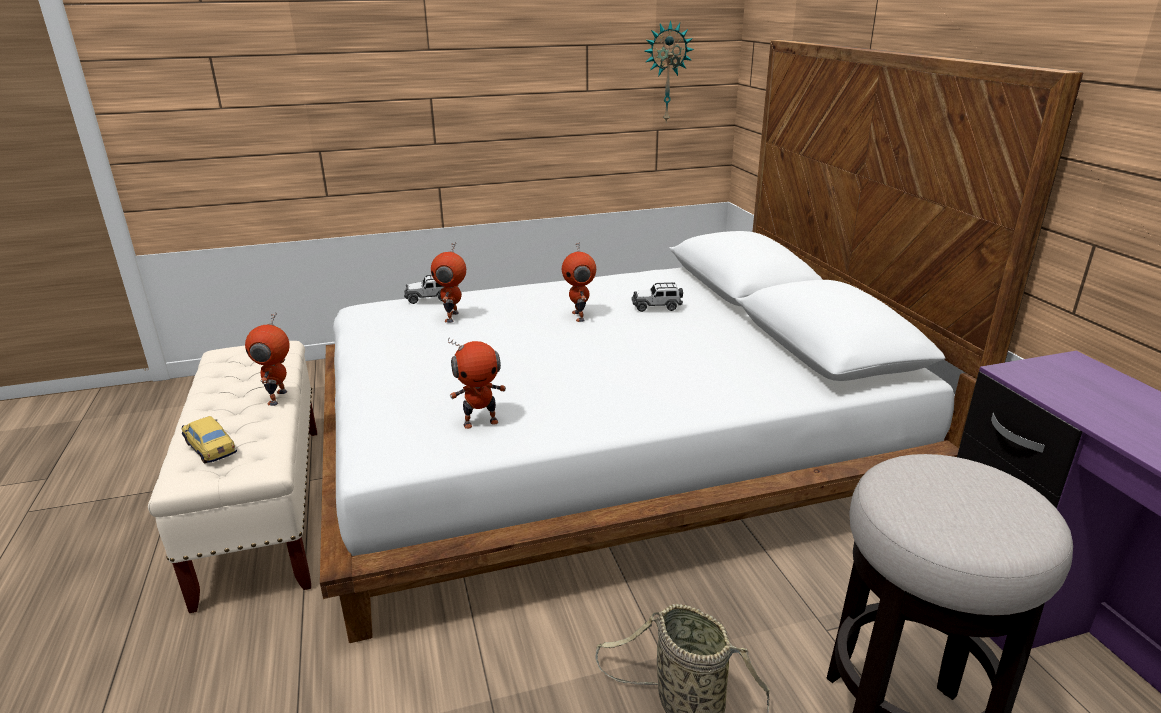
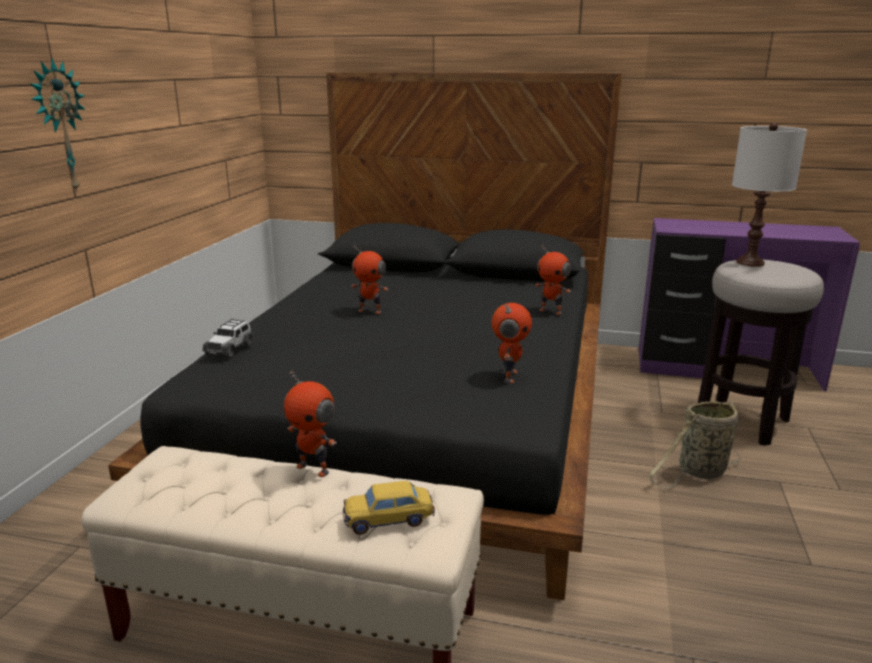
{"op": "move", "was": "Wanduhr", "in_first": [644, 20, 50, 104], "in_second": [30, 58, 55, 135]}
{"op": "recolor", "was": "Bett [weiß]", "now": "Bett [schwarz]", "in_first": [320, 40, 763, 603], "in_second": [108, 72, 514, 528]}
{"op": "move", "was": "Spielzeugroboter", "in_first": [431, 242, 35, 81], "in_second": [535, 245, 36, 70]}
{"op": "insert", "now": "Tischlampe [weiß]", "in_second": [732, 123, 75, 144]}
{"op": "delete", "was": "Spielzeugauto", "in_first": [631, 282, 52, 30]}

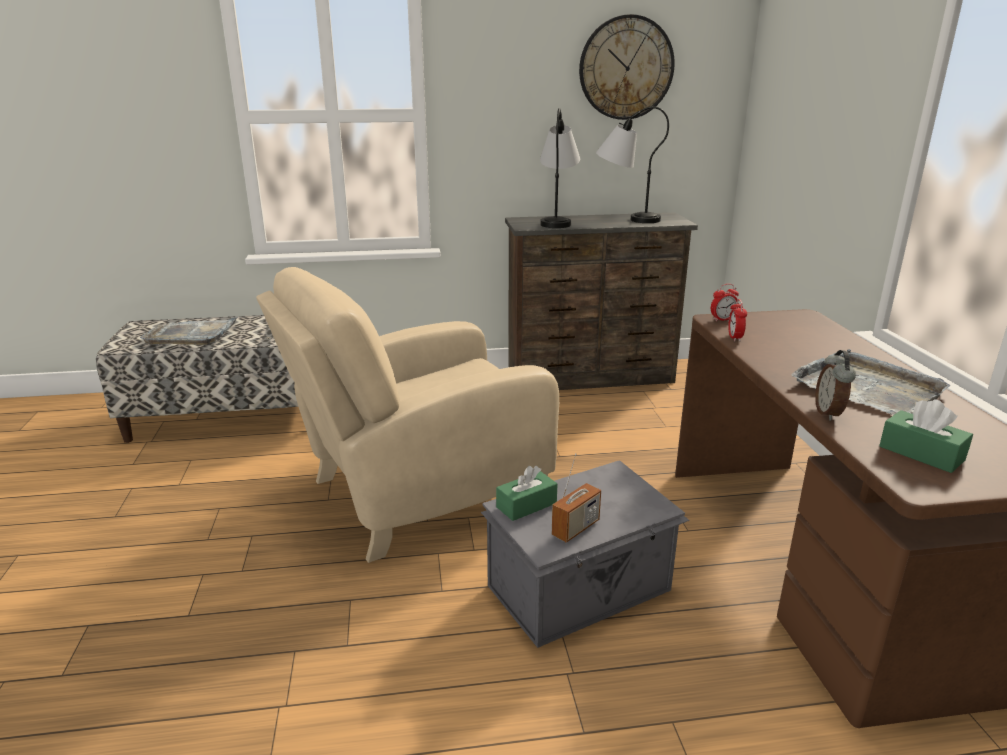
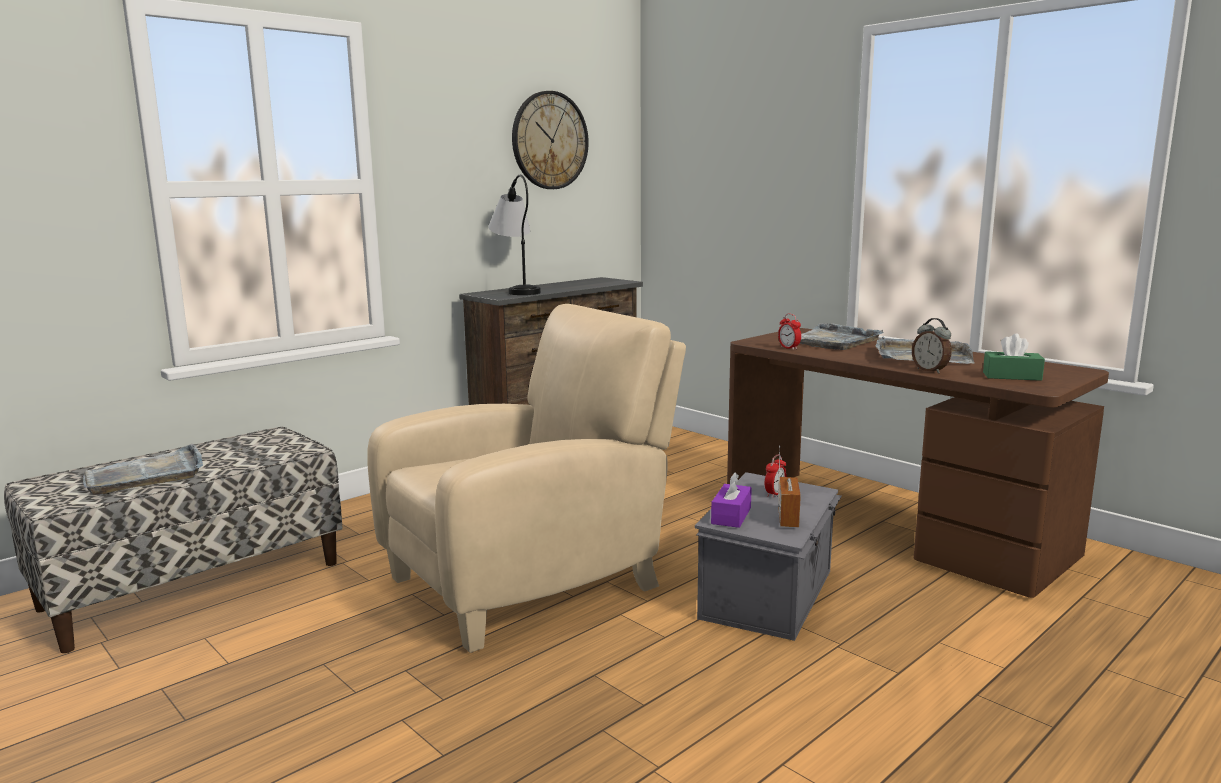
{"op": "rotate", "was": "Sessel [beige]", "in_first": [256, 267, 303, 296], "in_second": [368, 304, 318, 349], "clockwise": -150}
{"op": "recolor", "was": "Taschentuchbox [grün]", "now": "Taschentuchbox [lila]", "in_first": [496, 466, 62, 55], "in_second": [711, 473, 41, 55]}
{"op": "move", "was": "Wecker", "in_first": [711, 284, 28, 37], "in_second": [765, 454, 21, 44]}
{"op": "insert", "now": "Tablett [grau]", "in_second": [800, 323, 84, 27]}
{"op": "delete", "was": "Tischlampe", "in_first": [596, 106, 73, 117]}

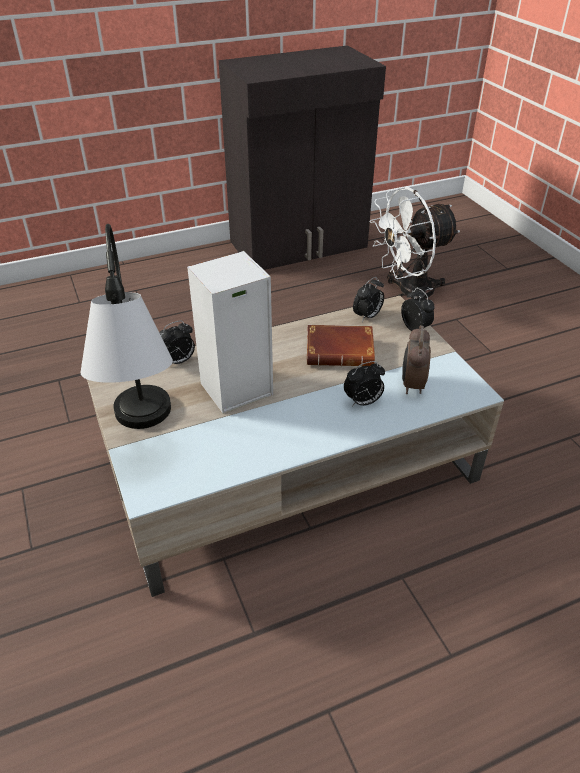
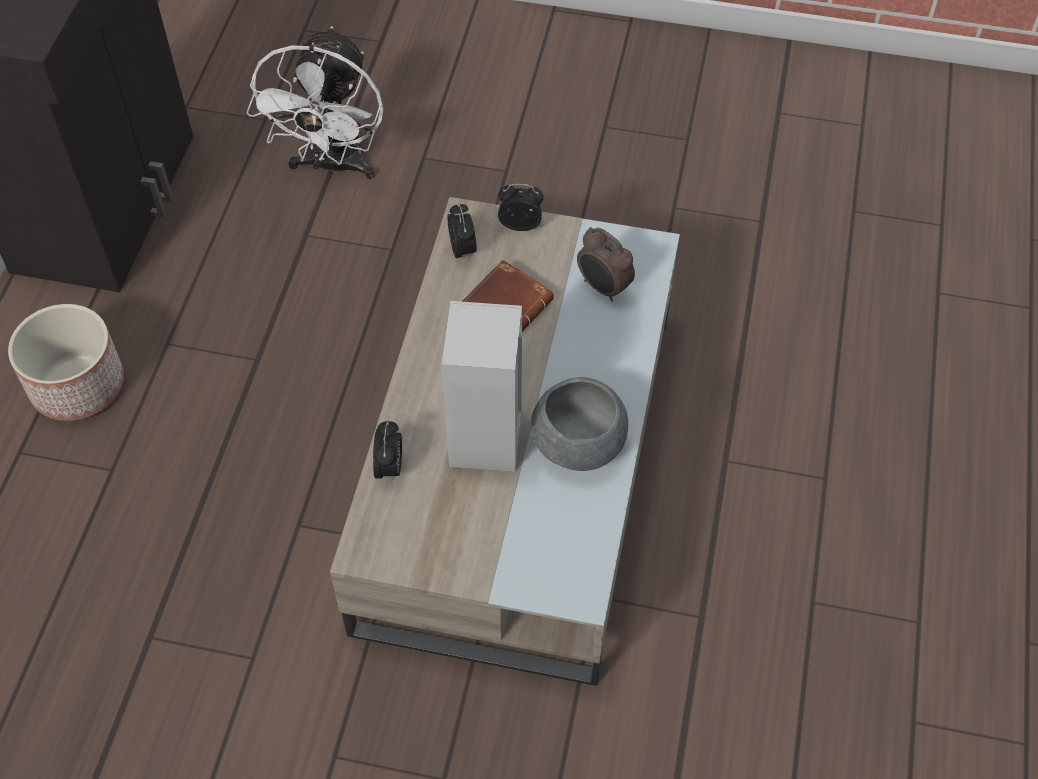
{"op": "insert", "now": "Pflanzkübel", "in_second": [8, 304, 116, 117]}
{"op": "insert", "now": "Schüssel [grau]", "in_second": [531, 377, 97, 94]}
{"op": "delete", "was": "Tischlampe", "in_first": [81, 224, 92, 205]}
{"op": "delete", "was": "Wecker", "in_first": [344, 361, 41, 46]}

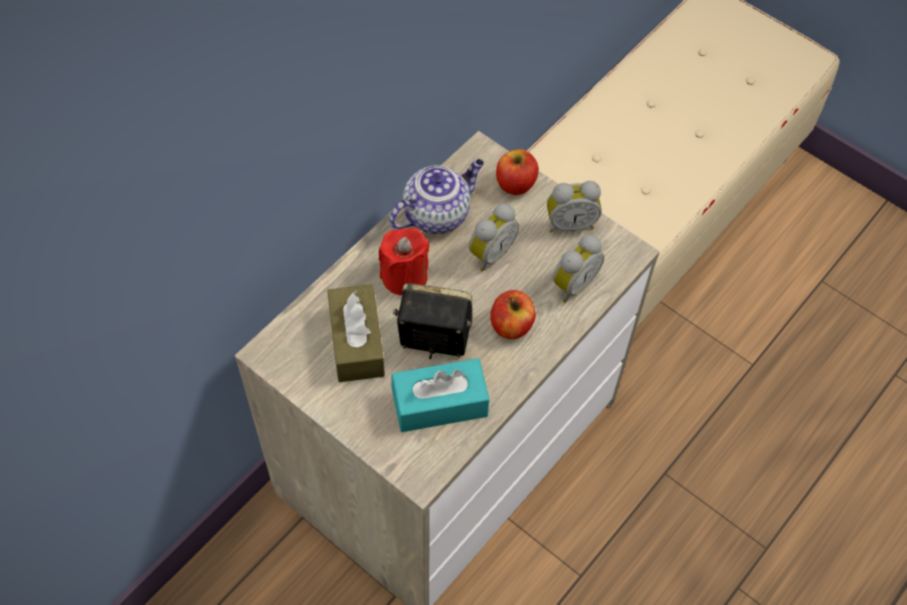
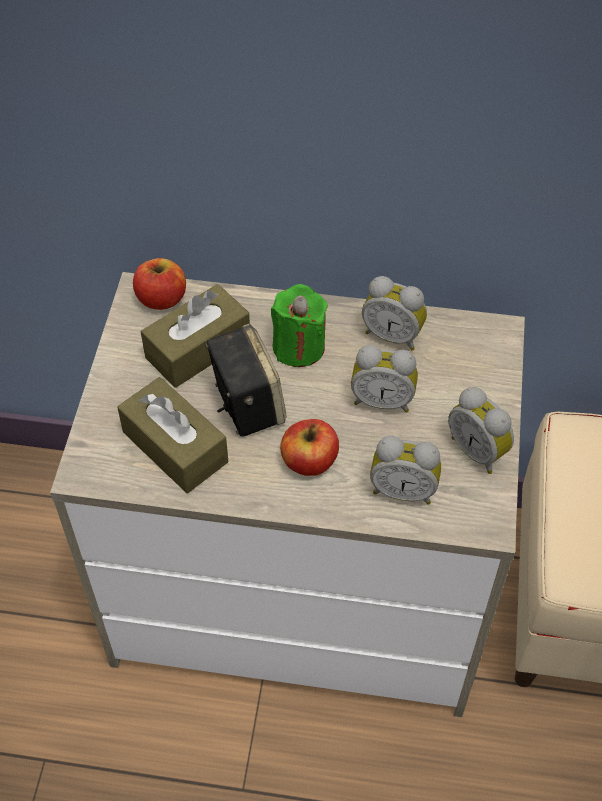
{"op": "recolor", "was": "Taschentuchbox [türkis]", "now": "Taschentuchbox [braun]", "in_first": [391, 358, 99, 74], "in_second": [117, 377, 111, 116]}
{"op": "move", "was": "Apfel", "in_first": [496, 149, 43, 46], "in_second": [133, 258, 53, 52]}
{"op": "recolor", "was": "Kerze [rot]", "now": "Kerze [grün]", "in_first": [379, 228, 51, 67], "in_second": [271, 284, 57, 83]}
{"op": "replace", "was": "Teekanne", "now": "Wecker", "in_first": [389, 159, 95, 75], "in_second": [362, 276, 65, 74]}

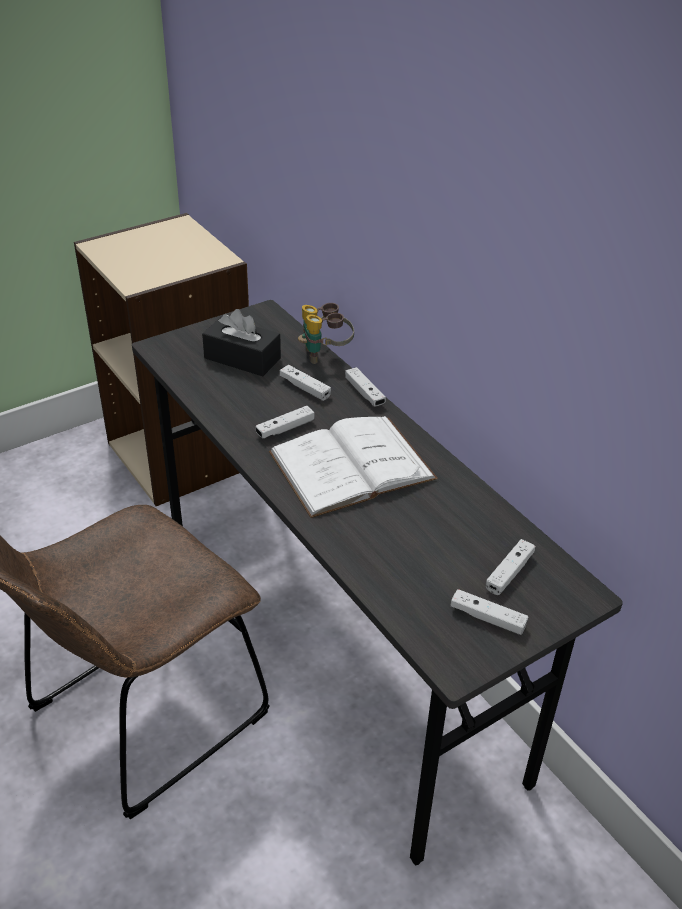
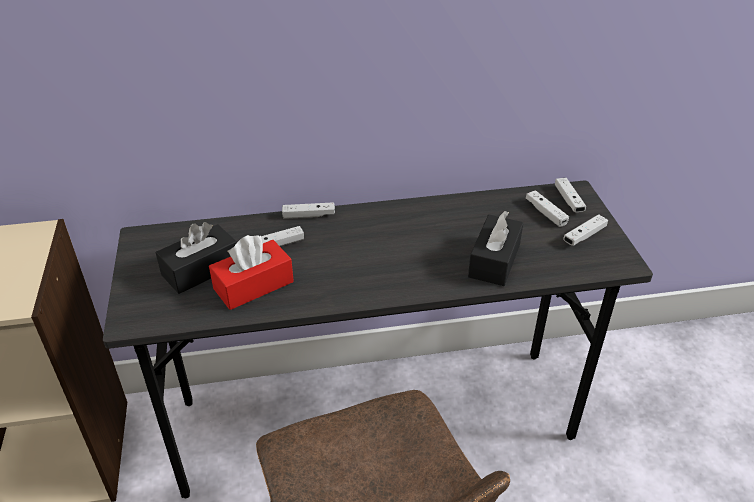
{"op": "insert", "now": "Taschentuchbox [rot]", "in_second": [209, 235, 85, 75]}
{"op": "insert", "now": "Taschentuchbox [schwarz]", "in_second": [468, 211, 55, 75]}
{"op": "move", "was": "Gamepad [weiß]", "in_first": [256, 406, 58, 33], "in_second": [555, 178, 31, 35]}
{"op": "delete", "was": "Buch [weiß]", "in_first": [269, 416, 169, 102]}
{"op": "delete", "was": "Fernglas", "in_first": [298, 303, 56, 61]}

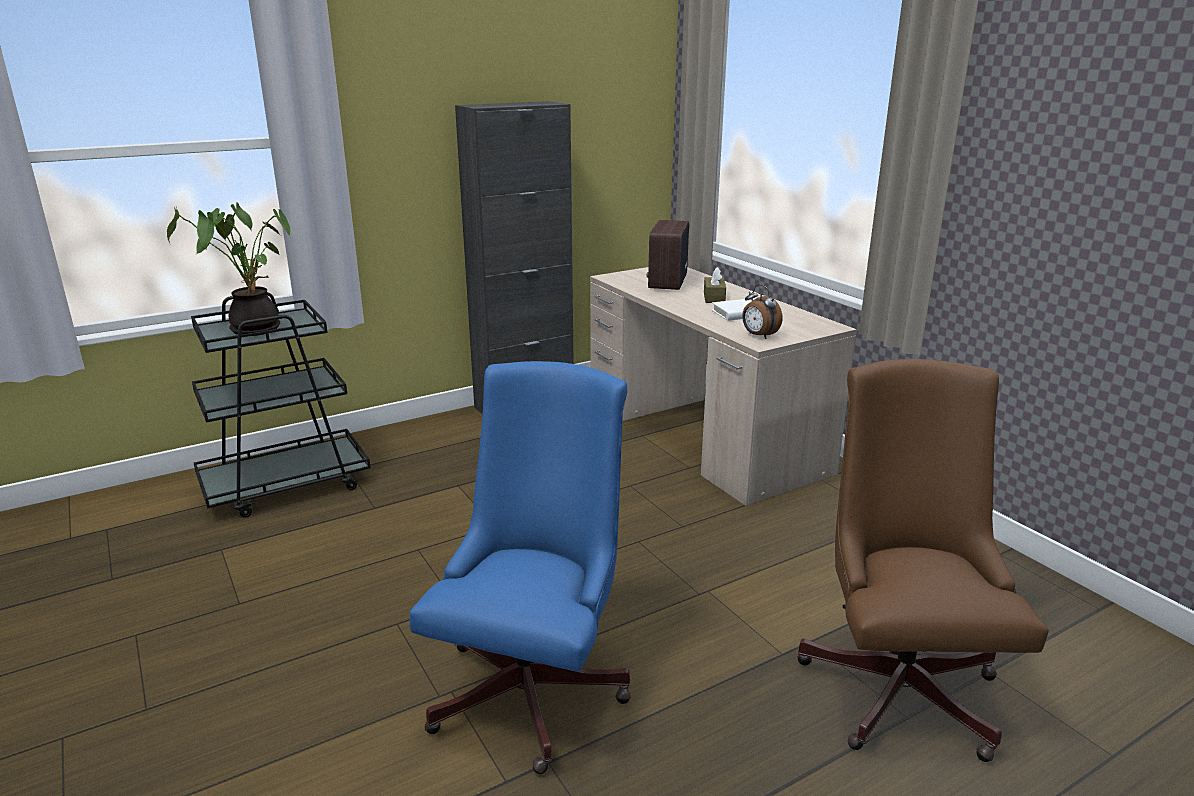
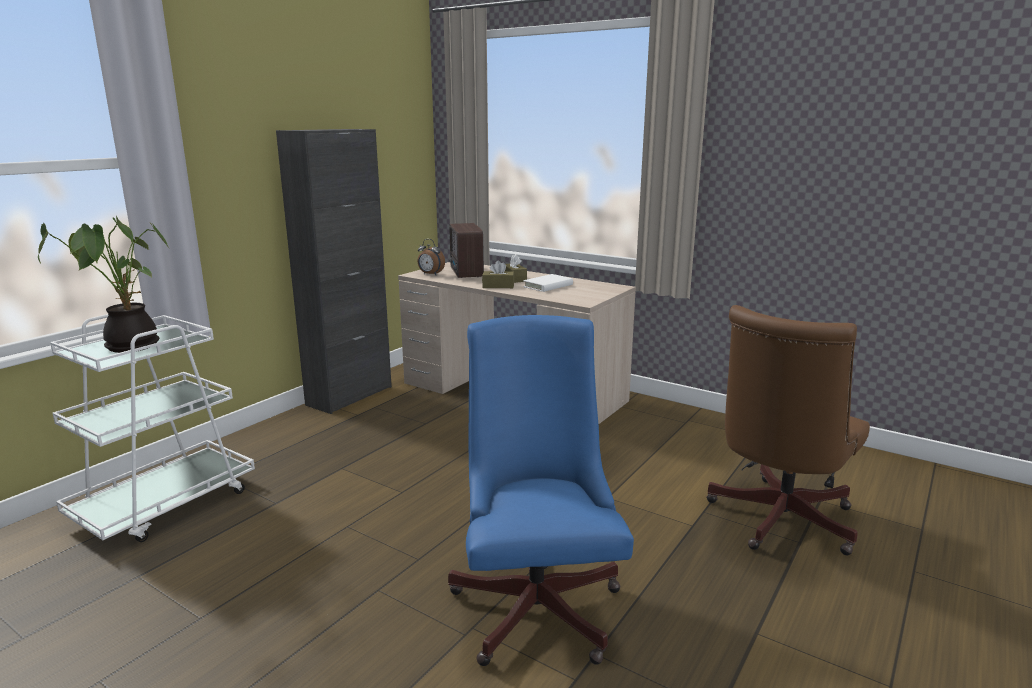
{"op": "recolor", "was": "Rollwagen [schwarz]", "now": "Rollwagen [weiß]", "in_first": [191, 292, 180, 226], "in_second": [50, 314, 205, 228]}
{"op": "move", "was": "Wecker", "in_first": [742, 284, 40, 55], "in_second": [417, 239, 28, 36]}
{"op": "insert", "now": "Taschentuchbox [braun]", "in_second": [482, 261, 32, 27]}
{"op": "rotate", "was": "Bürostuhl [braun]", "in_first": [797, 359, 252, 403], "in_second": [706, 305, 164, 250], "clockwise": -120}

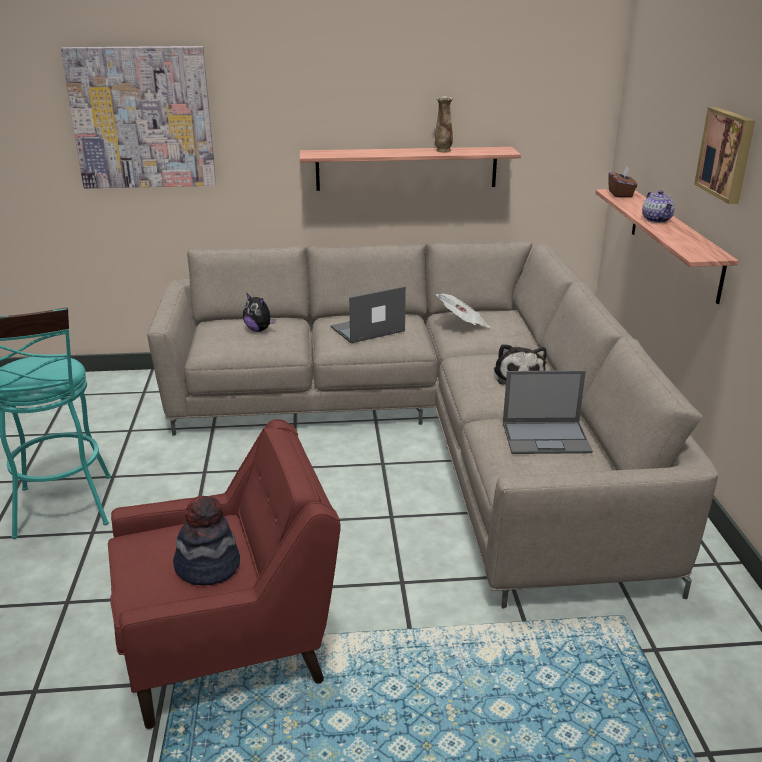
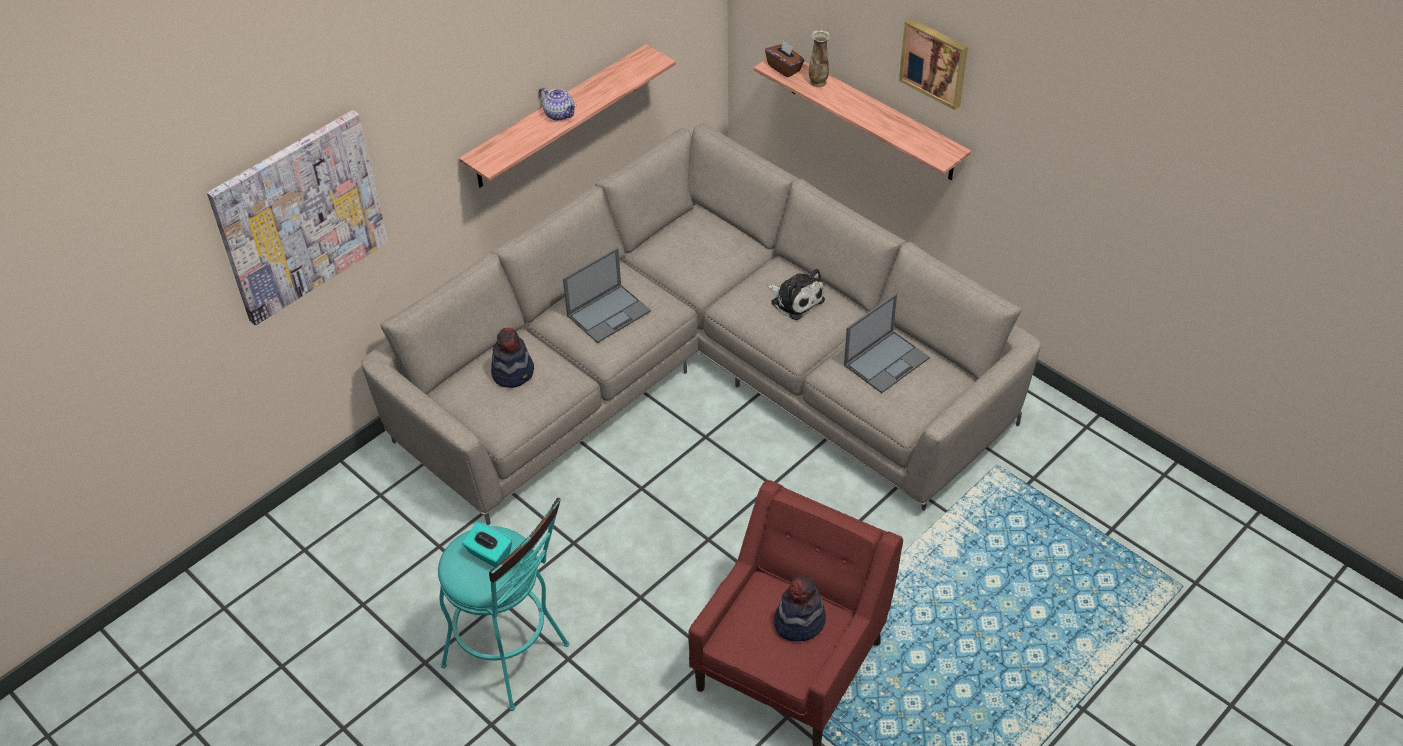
{"op": "insert", "now": "Taschentuchbox [türkis]", "in_second": [462, 522, 50, 45]}
{"op": "replace", "was": "Plüschtier", "now": "Hut", "in_first": [243, 294, 33, 38], "in_second": [491, 328, 43, 60]}
{"op": "move", "was": "Teekanne", "in_first": [642, 190, 33, 33], "in_second": [539, 87, 38, 34]}
{"op": "rotate", "was": "Laptop", "in_first": [331, 286, 75, 57], "in_second": [563, 248, 88, 95], "clockwise": -150}
{"op": "move", "was": "Vase", "in_first": [435, 96, 18, 56], "in_second": [809, 30, 21, 57]}
{"op": "delete", "was": "Zeitung", "in_first": [436, 294, 55, 34]}

